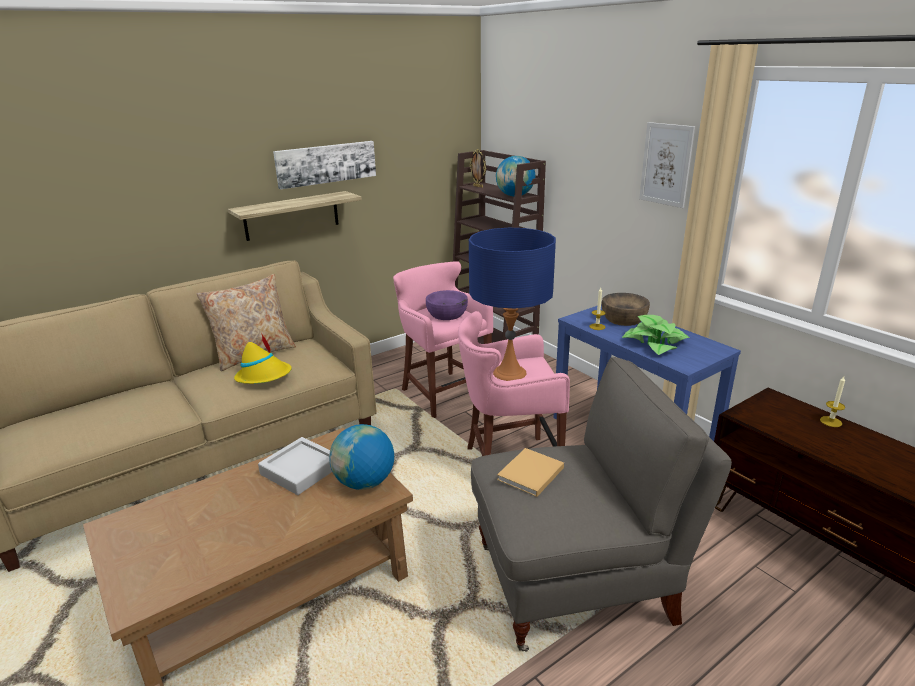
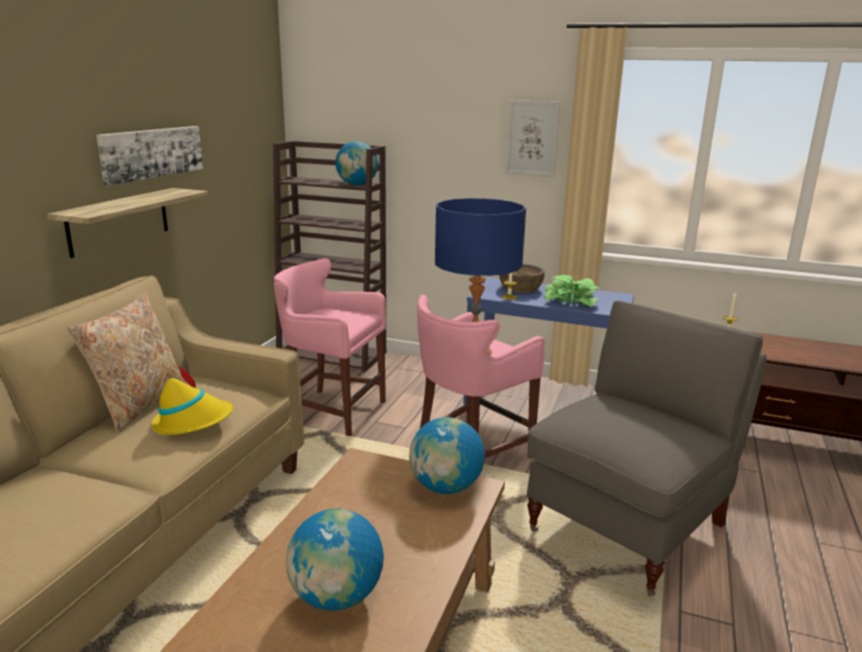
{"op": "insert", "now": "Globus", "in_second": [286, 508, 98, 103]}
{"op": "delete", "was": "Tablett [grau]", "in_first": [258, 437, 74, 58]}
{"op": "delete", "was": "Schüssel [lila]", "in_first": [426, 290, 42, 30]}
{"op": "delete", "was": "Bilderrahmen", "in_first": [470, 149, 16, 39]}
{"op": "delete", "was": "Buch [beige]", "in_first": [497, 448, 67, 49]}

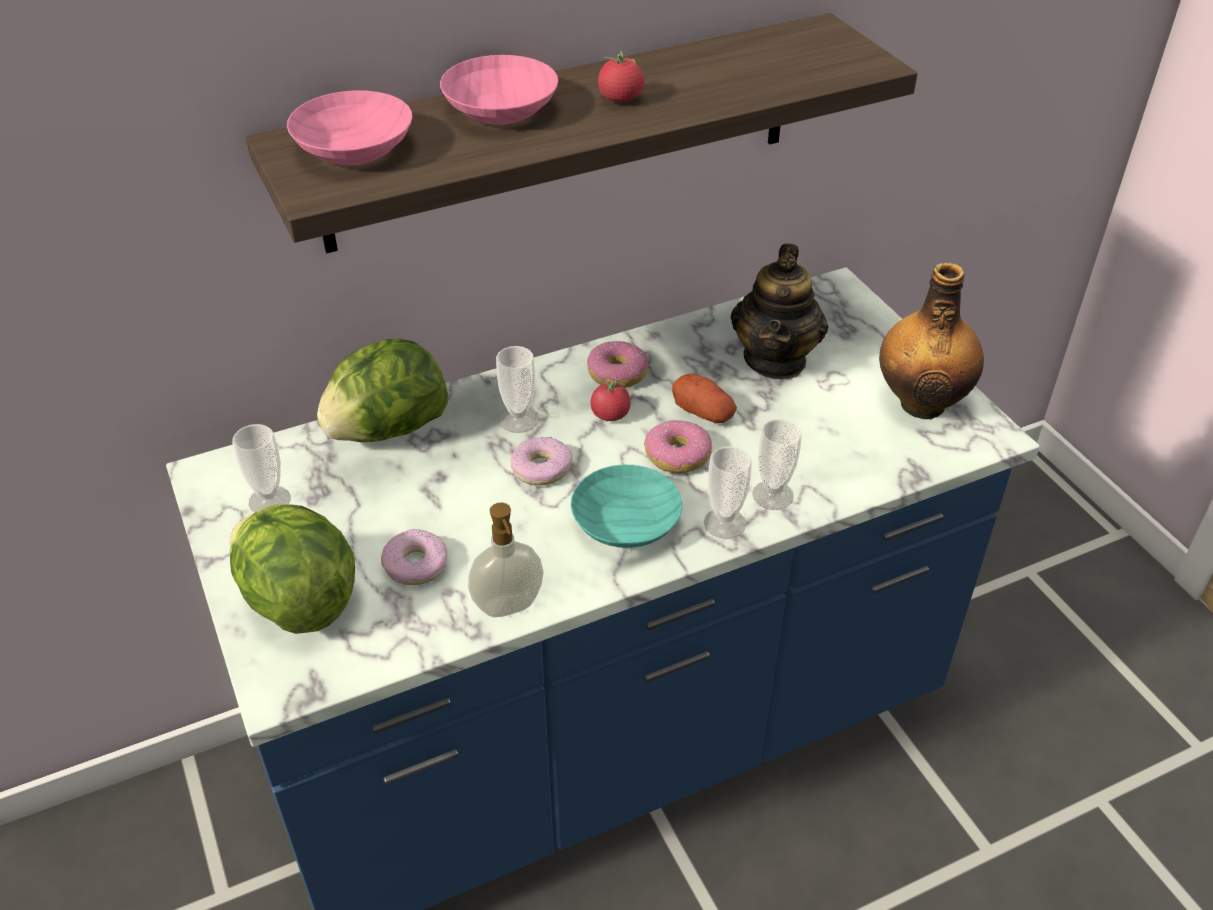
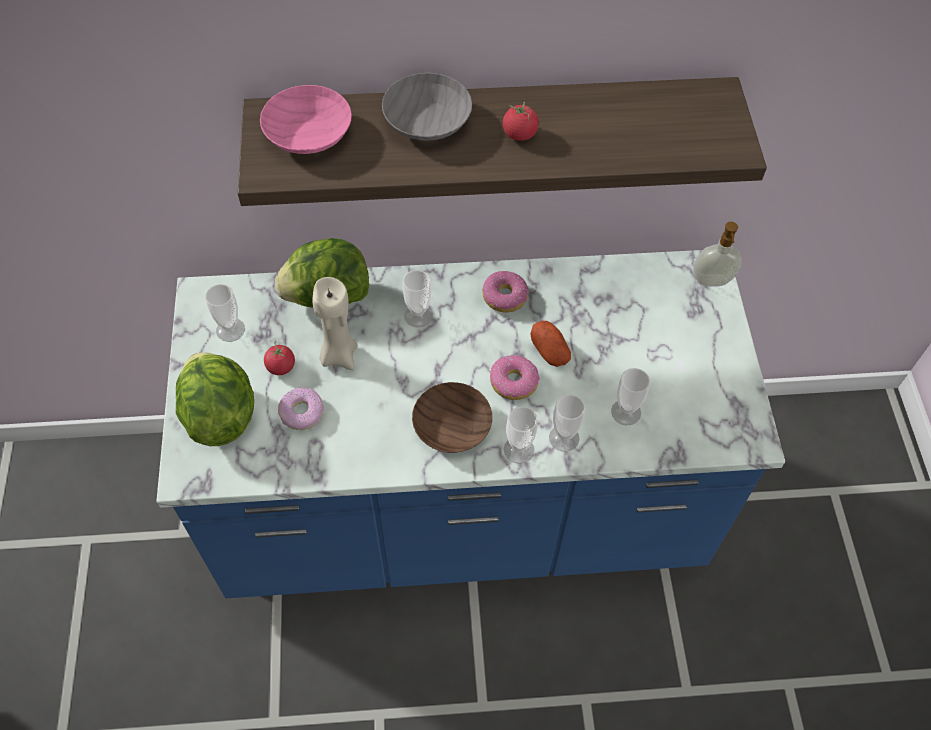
{"op": "move", "was": "Tomate", "in_first": [591, 377, 40, 44], "in_second": [264, 341, 31, 34]}
{"op": "insert", "now": "Kerze [beige]", "in_second": [313, 277, 45, 93]}
{"op": "recolor", "was": "Schüssel [rosa]", "now": "Schüssel [grau]", "in_first": [440, 55, 119, 70], "in_second": [382, 73, 90, 68]}
{"op": "recolor", "was": "Schüssel [türkis]", "now": "Schüssel [braun]", "in_first": [571, 465, 111, 83], "in_second": [412, 382, 80, 71]}
{"op": "insert", "now": "Tasse", "in_second": [611, 368, 39, 57]}
{"op": "move", "was": "Seifenspender", "in_first": [468, 502, 76, 115], "in_second": [693, 222, 49, 64]}
{"op": "delete", "was": "Donut", "in_first": [510, 437, 62, 49]}
{"op": "delete", "was": "Teekanne", "in_first": [731, 243, 97, 136]}
{"op": "delete", "was": "Flasche", "in_first": [879, 262, 105, 157]}

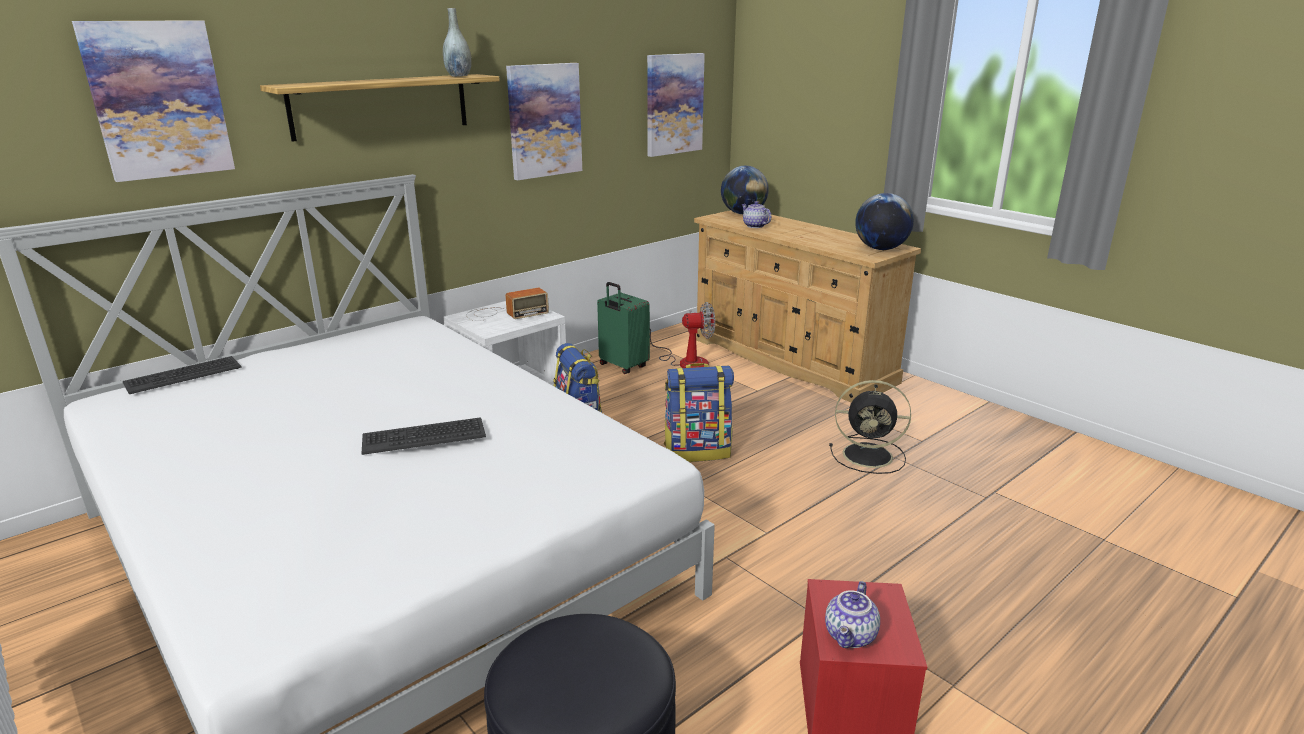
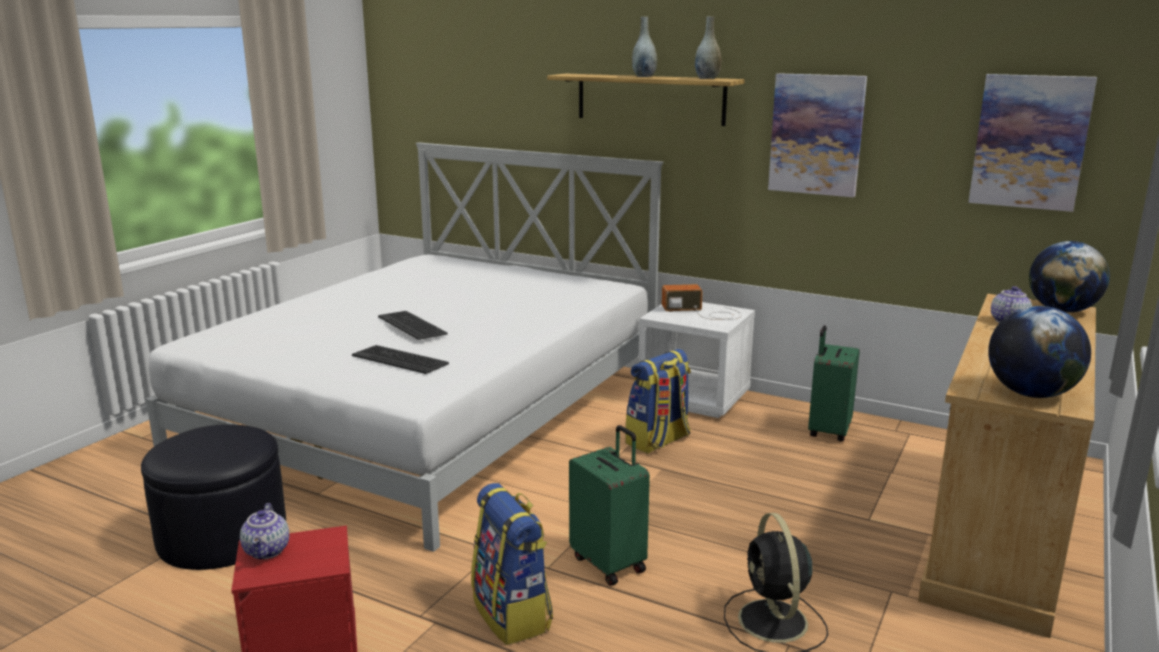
{"op": "rotate", "was": "Teekanne", "in_first": [825, 581, 55, 67], "in_second": [240, 503, 49, 56], "clockwise": -105}
{"op": "move", "was": "Tastatur", "in_first": [123, 356, 119, 38], "in_second": [352, 345, 97, 29]}
{"op": "move", "was": "Rucksack", "in_first": [664, 363, 70, 99], "in_second": [471, 483, 82, 162]}
{"op": "insert", "now": "Koffer [grün]", "in_second": [569, 425, 81, 161]}
{"op": "insert", "now": "Vase [grau]", "in_second": [632, 17, 25, 60]}
{"op": "rotate", "was": "Radio", "in_first": [466, 287, 83, 34], "in_second": [662, 284, 79, 36], "clockwise": 135}
{"op": "delete", "was": "Bild", "in_first": [72, 20, 163, 162]}
{"op": "delete", "was": "Ventilator", "in_first": [650, 302, 65, 66]}

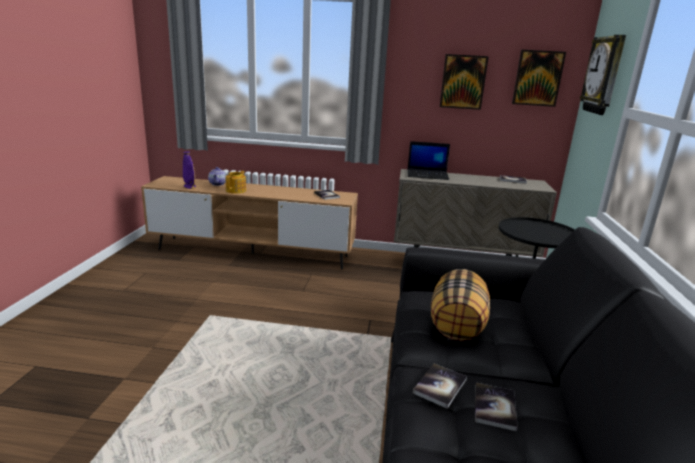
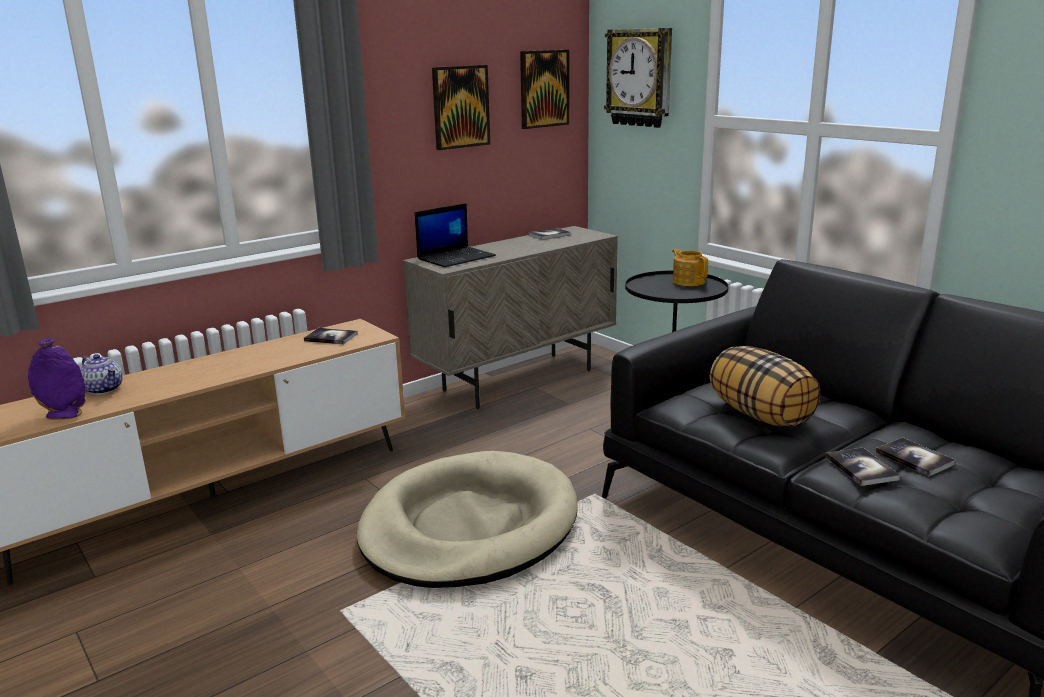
{"op": "insert", "now": "Hundebett [beige]", "in_second": [357, 451, 221, 137]}
{"op": "move", "was": "Teekanne", "in_first": [226, 171, 20, 23], "in_second": [672, 249, 36, 37]}

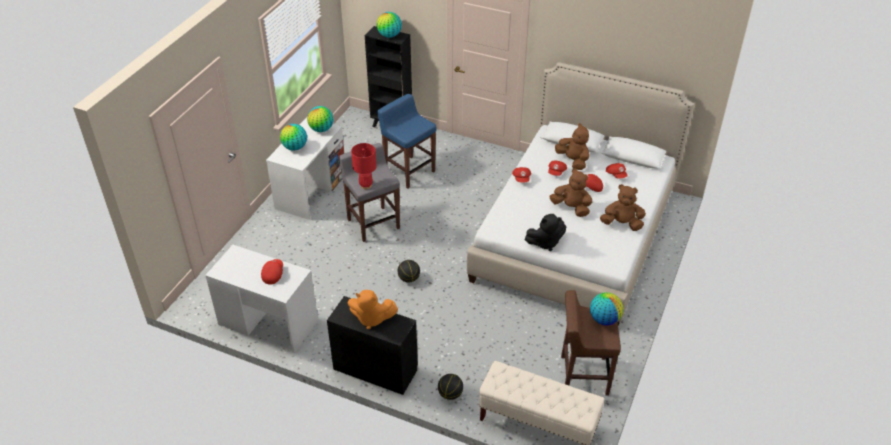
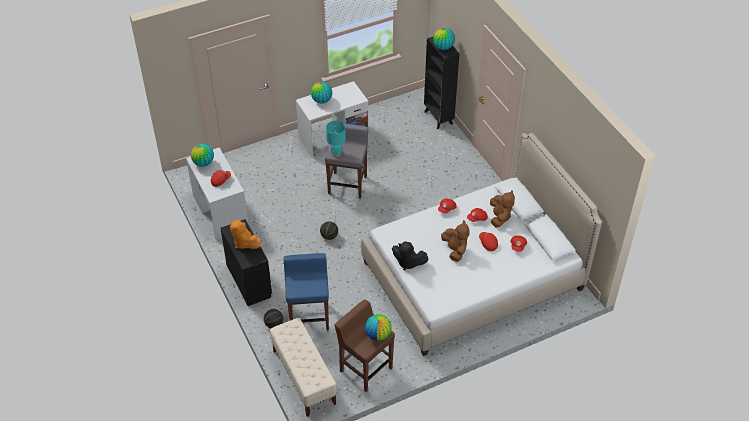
{"op": "move", "was": "Globus", "in_first": [307, 106, 27, 26], "in_second": [191, 144, 23, 23]}
{"op": "move", "was": "Hocker [blau]", "in_first": [377, 94, 59, 95], "in_second": [284, 253, 45, 77]}
{"op": "recolor", "was": "Tischlampe [rot]", "now": "Tischlampe [türkis]", "in_first": [351, 143, 26, 46], "in_second": [326, 121, 20, 36]}
{"op": "delete", "was": "Plüschtier [braun]", "in_first": [600, 184, 46, 47]}

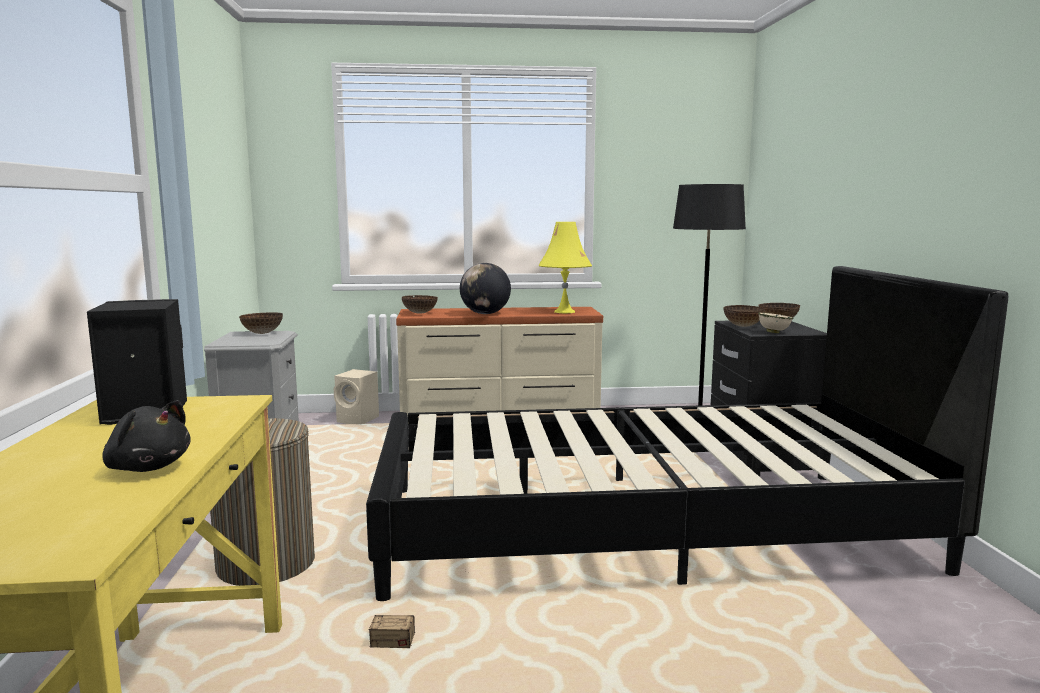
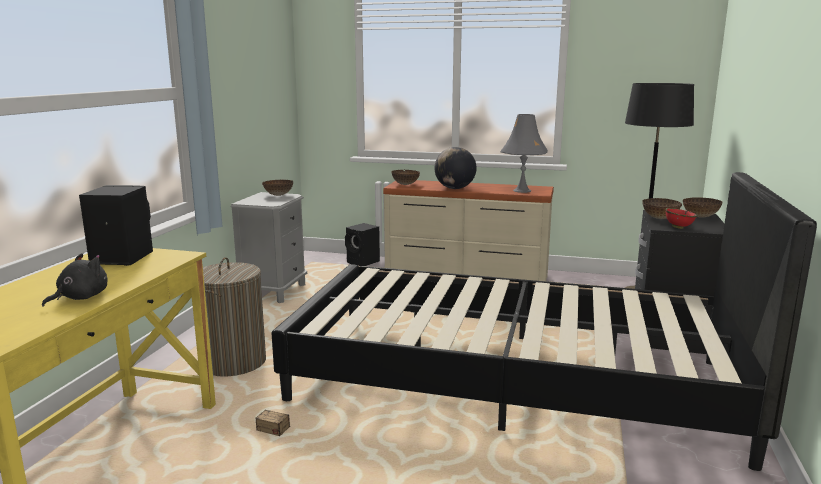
{"op": "rotate", "was": "Plüschtier [schwarz]", "in_first": [102, 400, 89, 72], "in_second": [42, 253, 66, 54], "clockwise": -105}
{"op": "recolor", "was": "Lautsprecher [beige]", "now": "Lautsprecher [schwarz]", "in_first": [334, 369, 45, 55], "in_second": [345, 223, 35, 43]}
{"op": "recolor", "was": "Tischlampe [gelb]", "now": "Tischlampe [grau]", "in_first": [539, 222, 53, 91], "in_second": [500, 114, 48, 79]}
{"op": "recolor", "was": "Schüssel [beige]", "now": "Schüssel [rot]", "in_first": [758, 313, 35, 20], "in_second": [665, 208, 33, 21]}

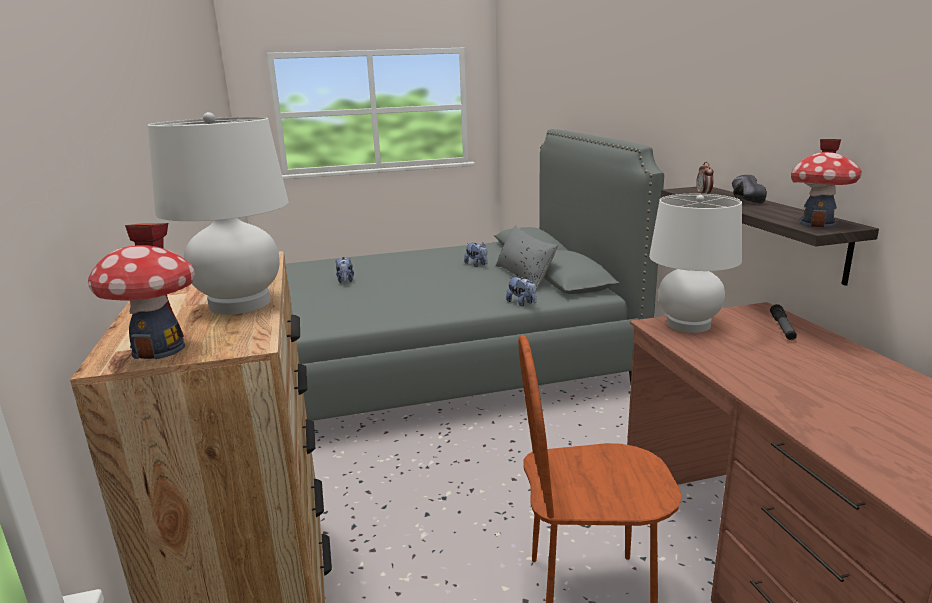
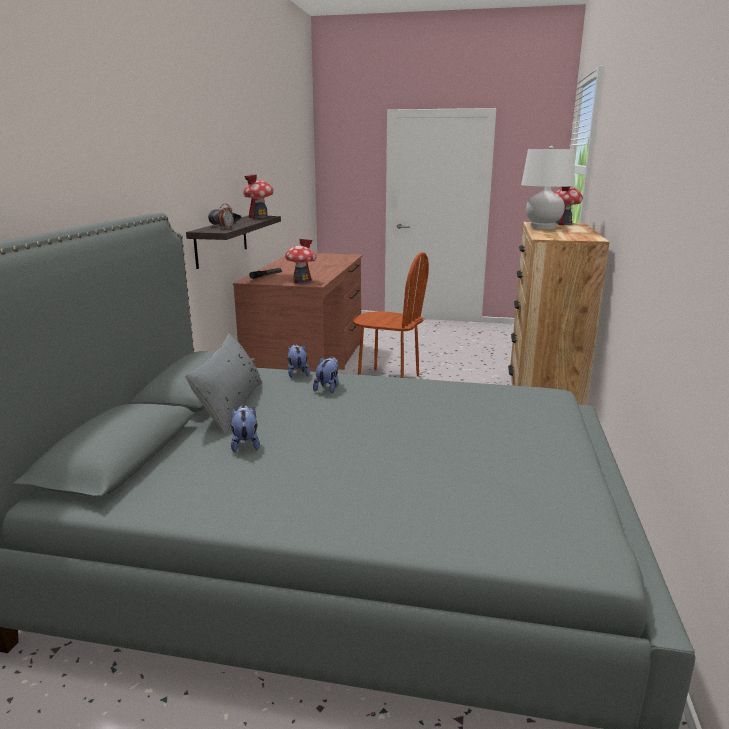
{"op": "replace", "was": "Tischlampe [weiß]", "now": "Spielzeughaus", "in_first": [649, 194, 93, 139], "in_second": [285, 239, 31, 45]}
{"op": "move", "was": "Plüschtier", "in_first": [336, 257, 18, 26], "in_second": [313, 357, 26, 36]}

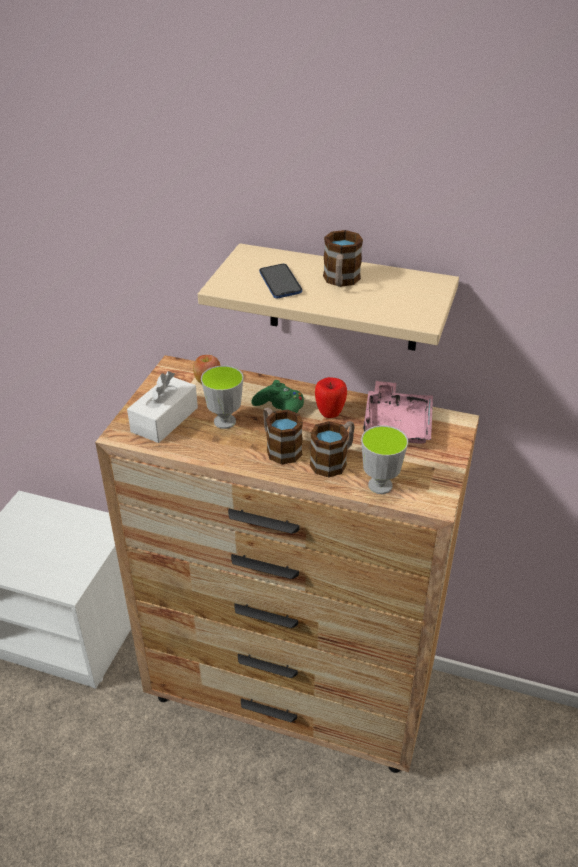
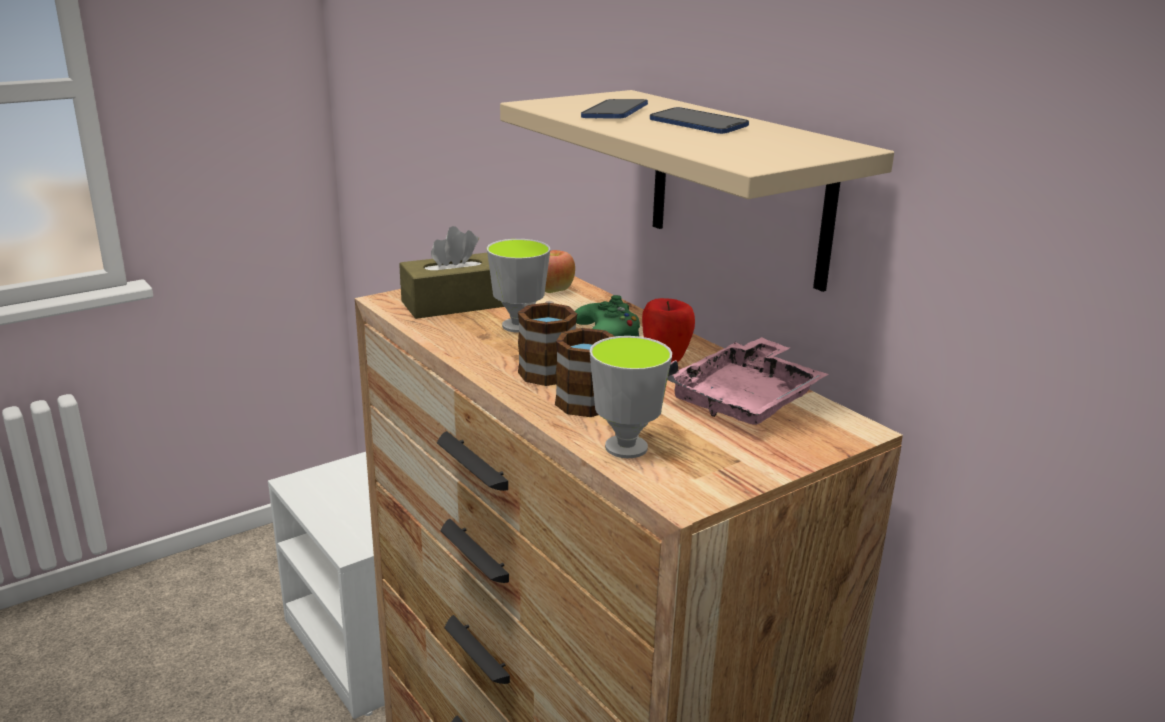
{"op": "recolor", "was": "Taschentuchbox [weiß]", "now": "Taschentuchbox [braun]", "in_first": [127, 371, 71, 72], "in_second": [399, 226, 105, 93]}
{"op": "replace", "was": "Henkelbecher", "now": "Handy", "in_first": [323, 230, 40, 57], "in_second": [650, 107, 99, 27]}

